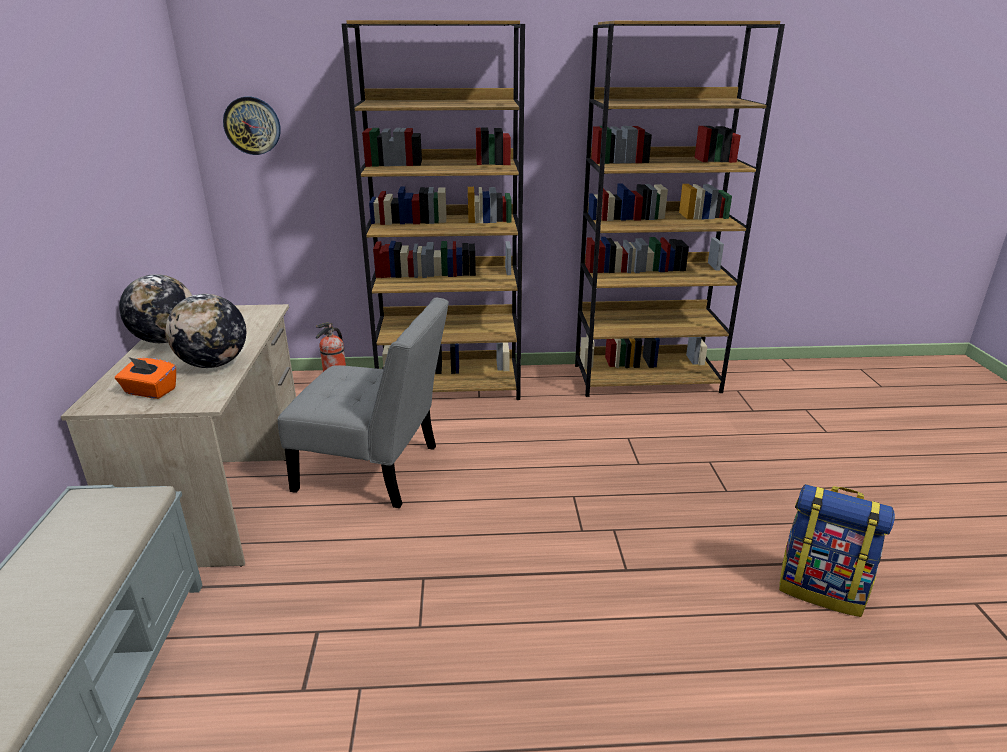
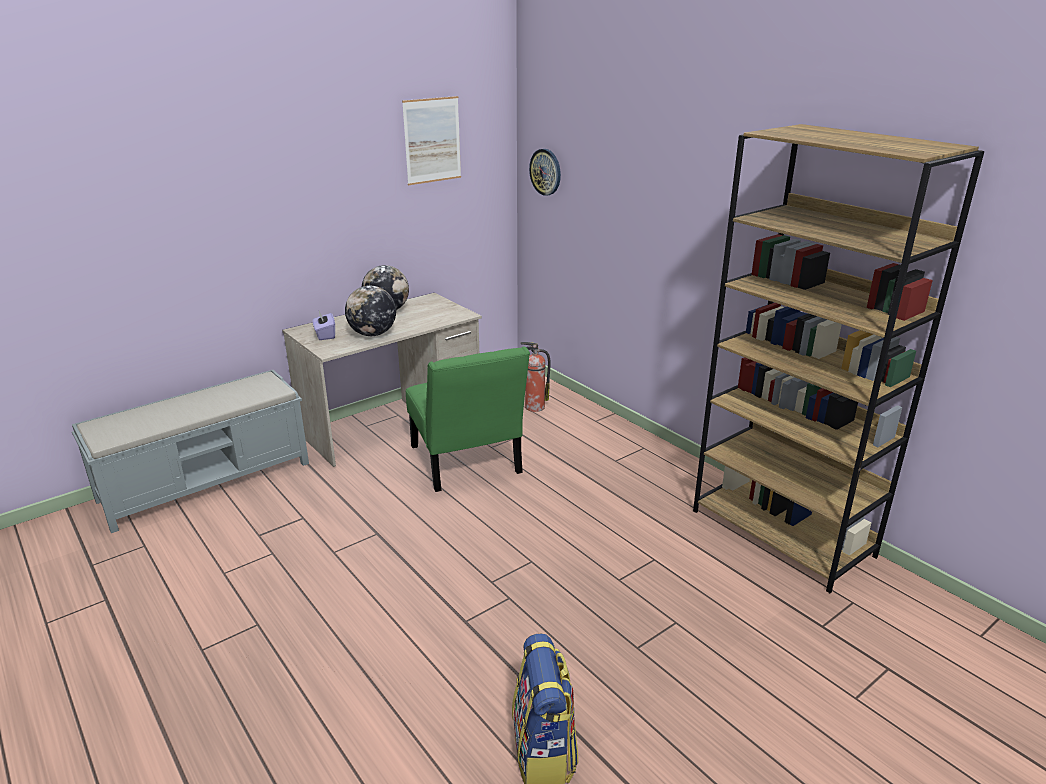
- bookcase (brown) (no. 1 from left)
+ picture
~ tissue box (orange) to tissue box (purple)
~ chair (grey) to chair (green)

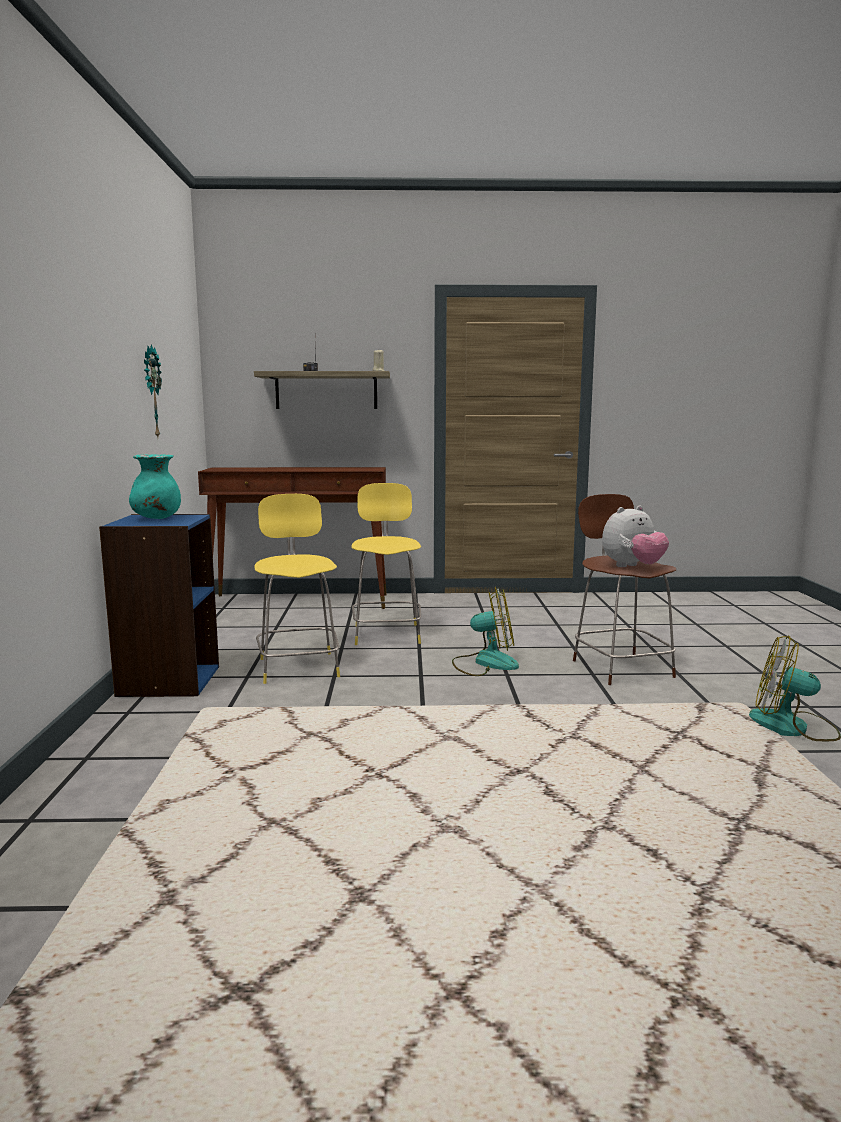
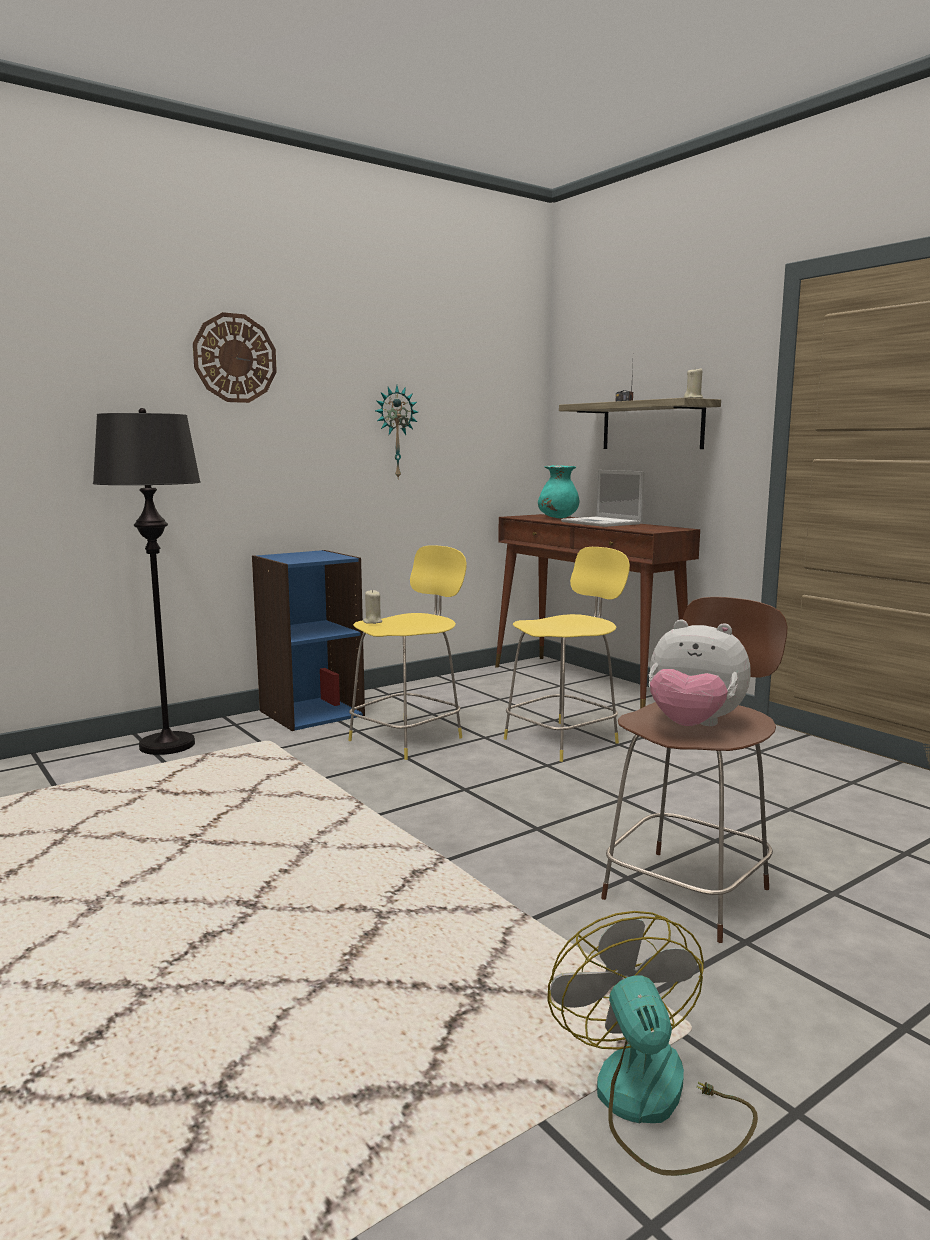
- fan (no. 1 from left)
+ floor lamp (black)
+ wall clock (no. 1 from left)
+ candle (beige) (no. 1 from left)
+ laptop
~ vase (turquoise)

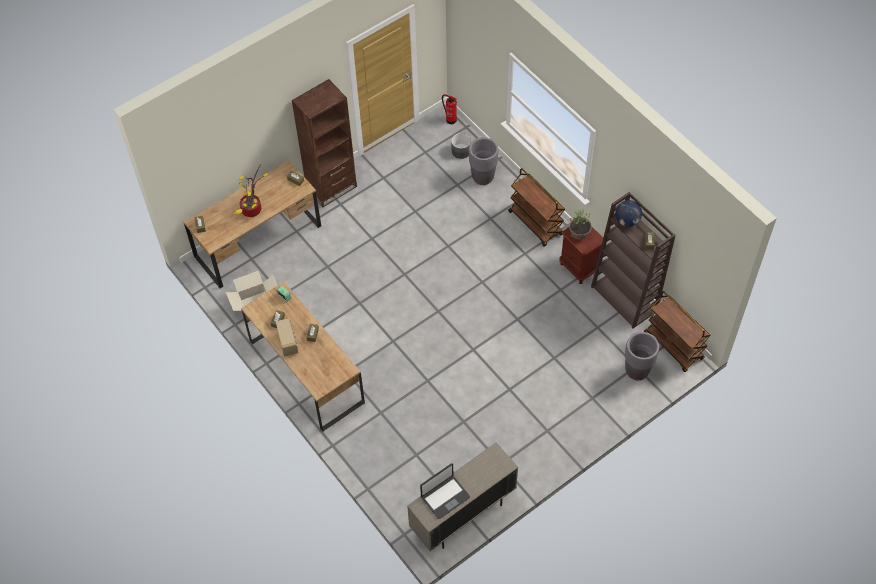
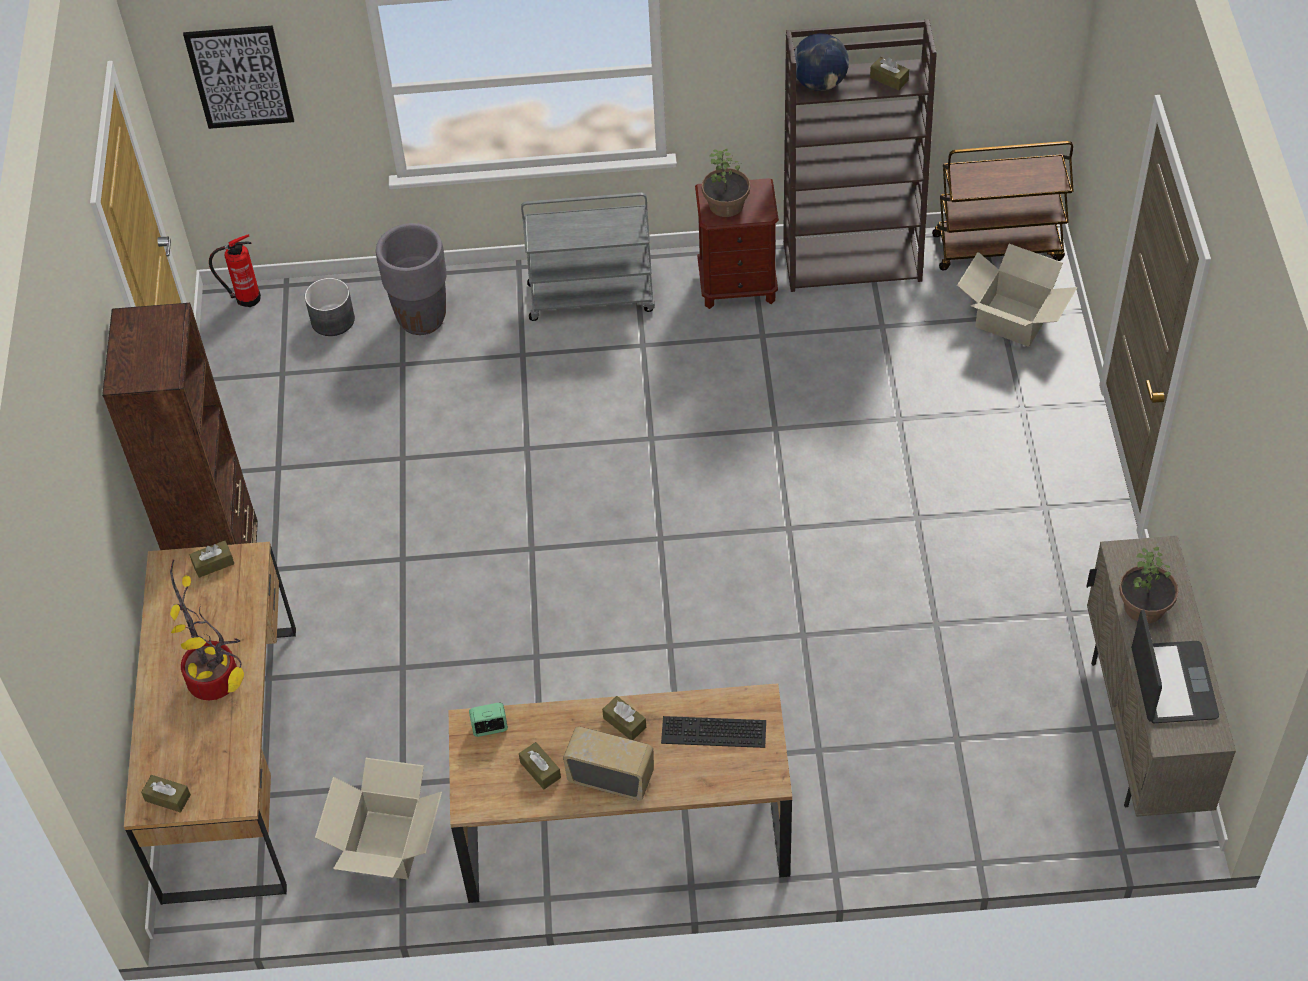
+ picture
+ keyboard
+ potted plant (no. 3 from left)
~ planter (grey) (no. 3 from left) to cardboard box (no. 2 from left)
~ cart (brown) (no. 1 from left) to cart (grey)

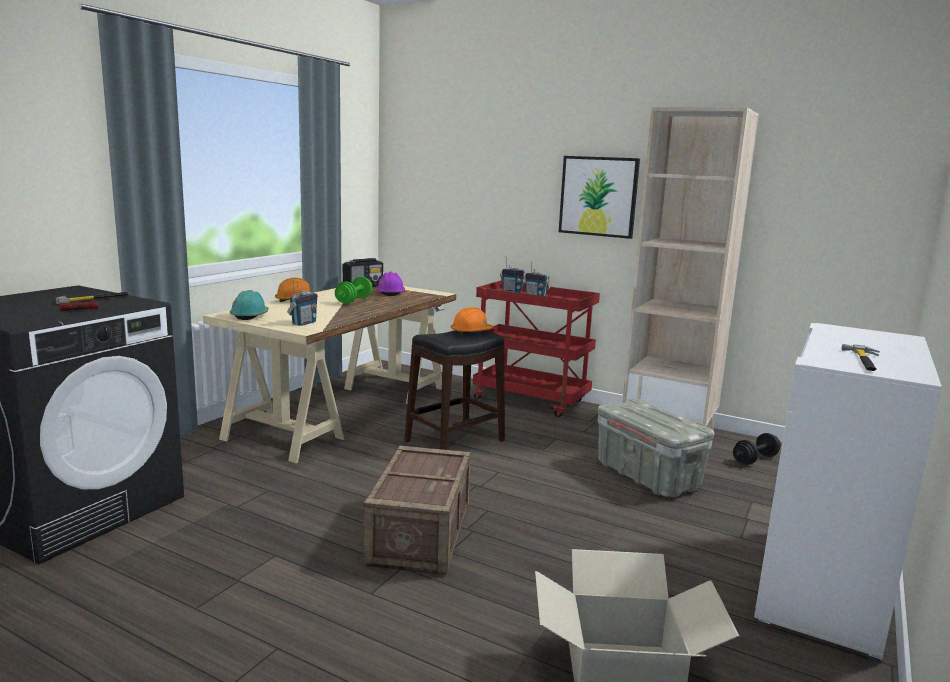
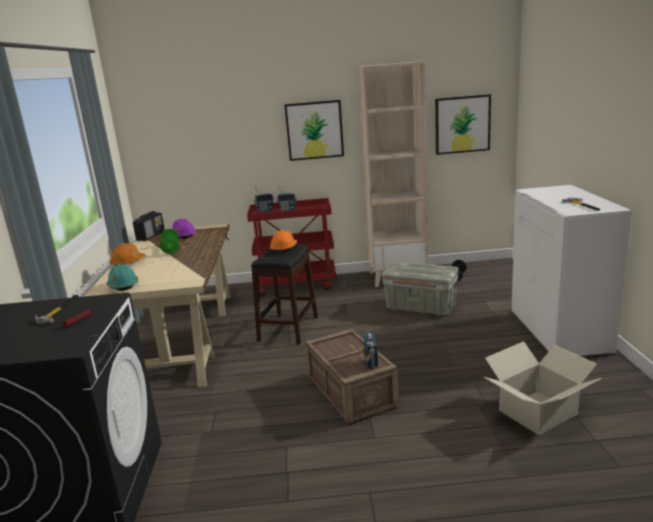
+ picture (no. 2 from left)
~ radio (no. 1 from left in the first image) to radio (no. 4 from left)

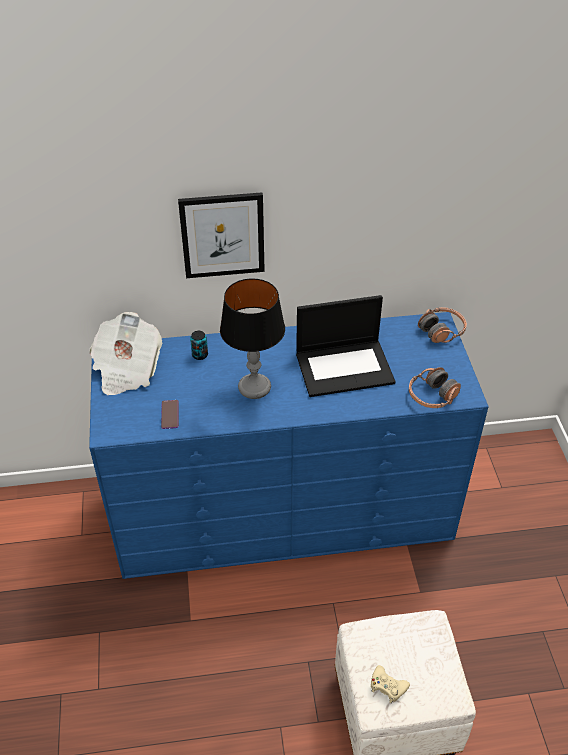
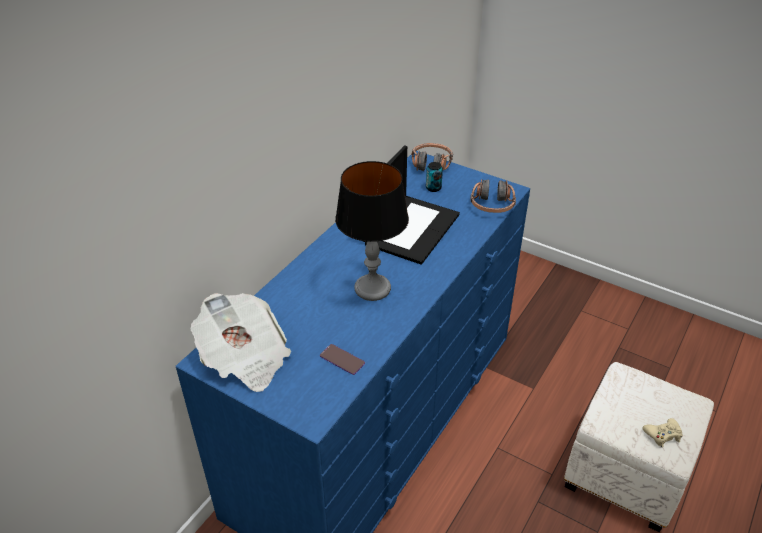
- picture
~ can

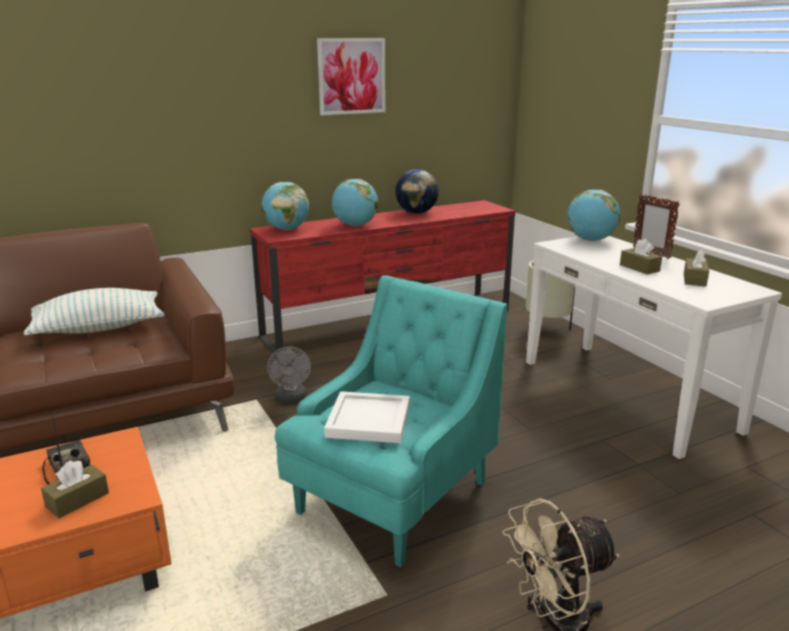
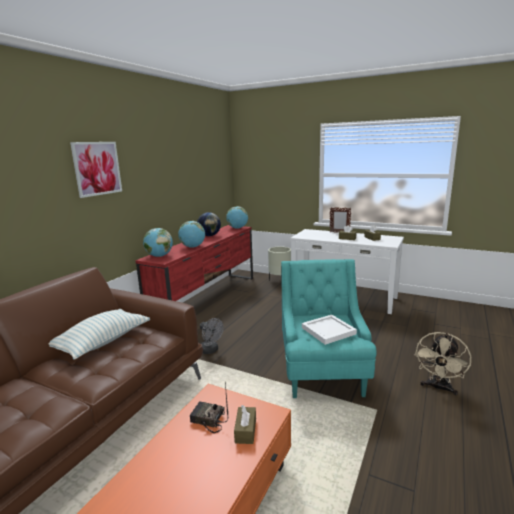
~ picture
~ globe (no. 4 from left)

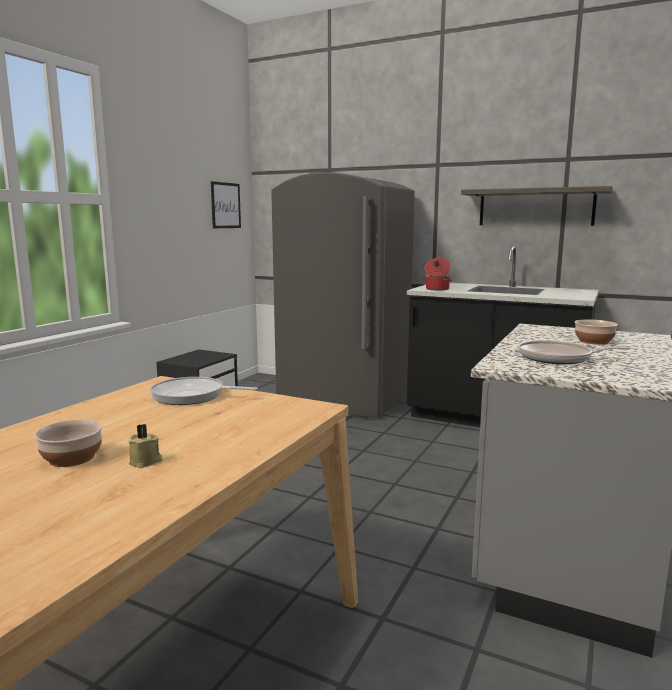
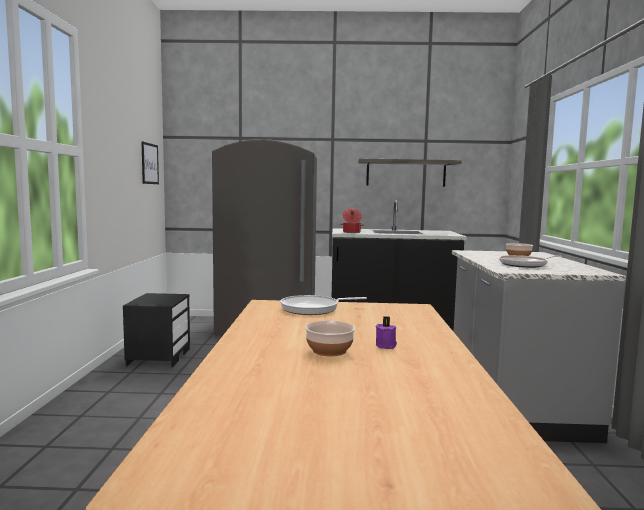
~ candle (beige) to candle (purple)

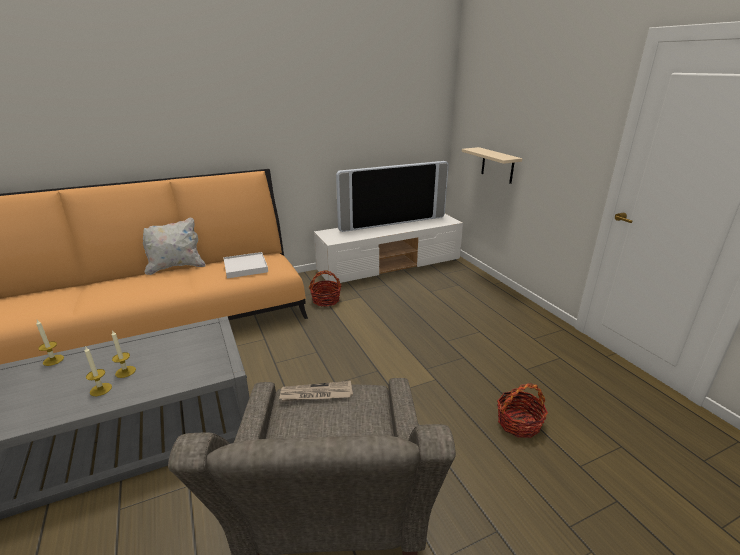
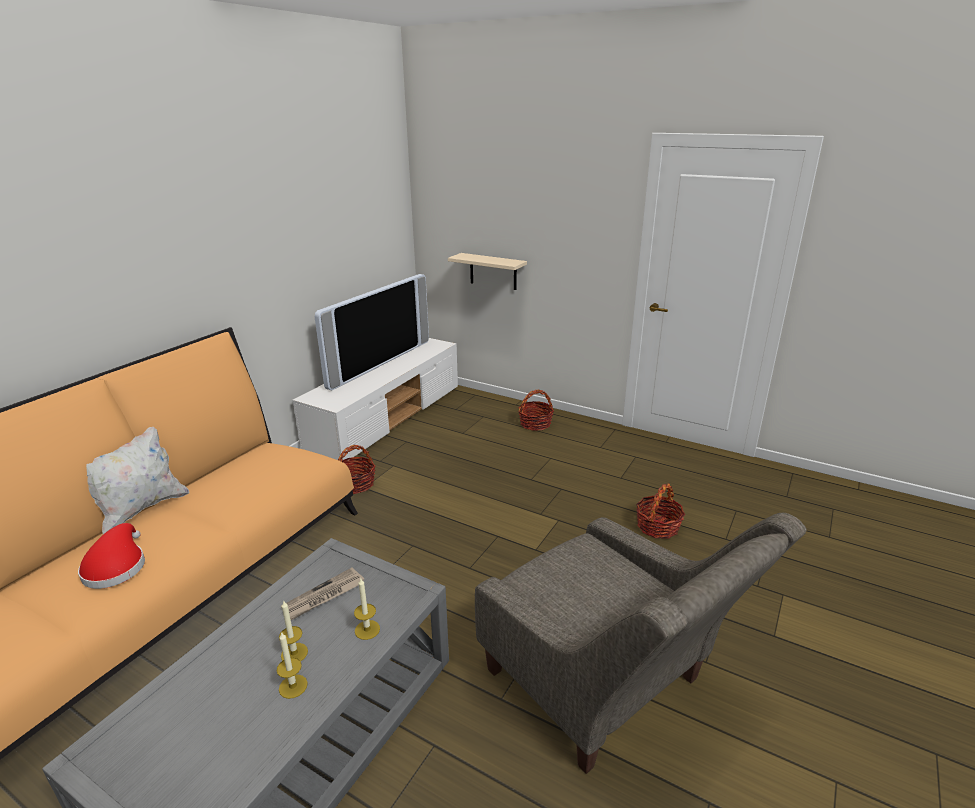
- tray (white)
+ hat (red)
+ basket (no. 2 from left)
~ candle (no. 1 from left in the first image) to candle (no. 3 from left)
~ newspaper

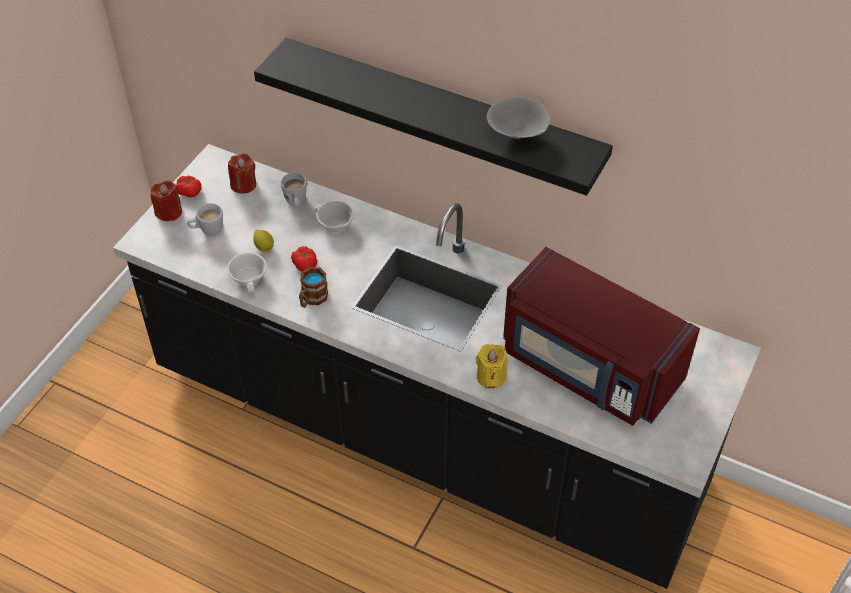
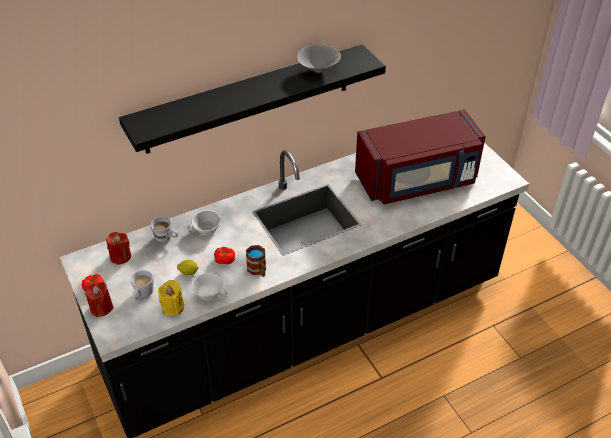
~ candle (yellow)

